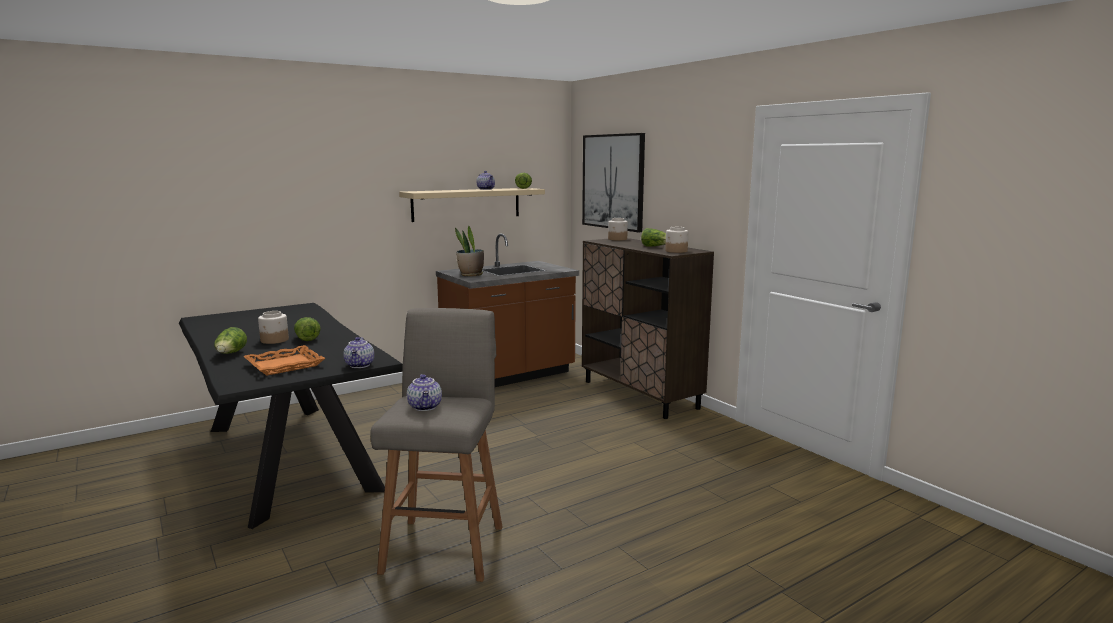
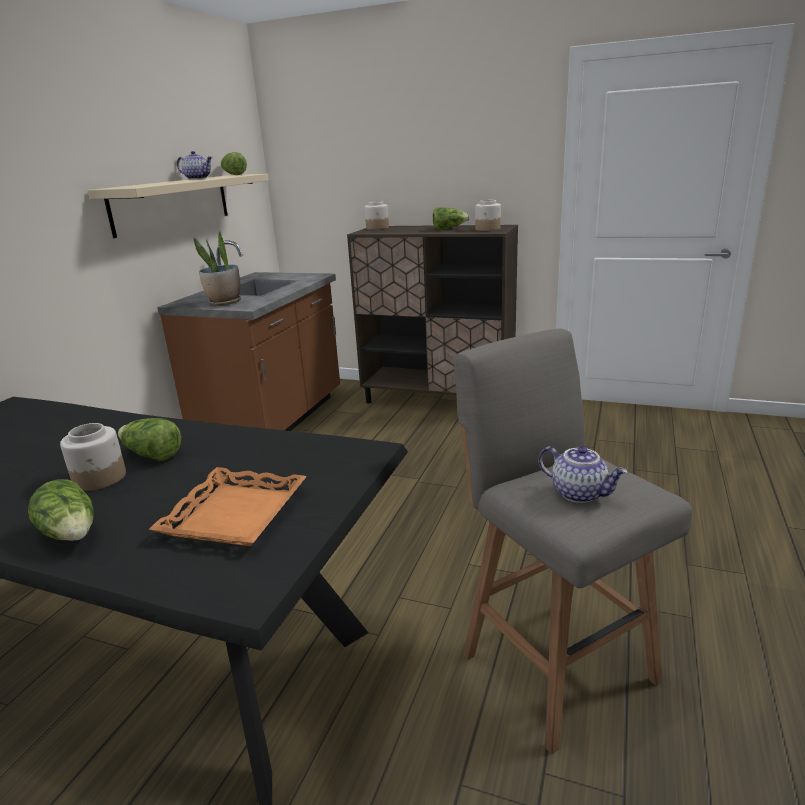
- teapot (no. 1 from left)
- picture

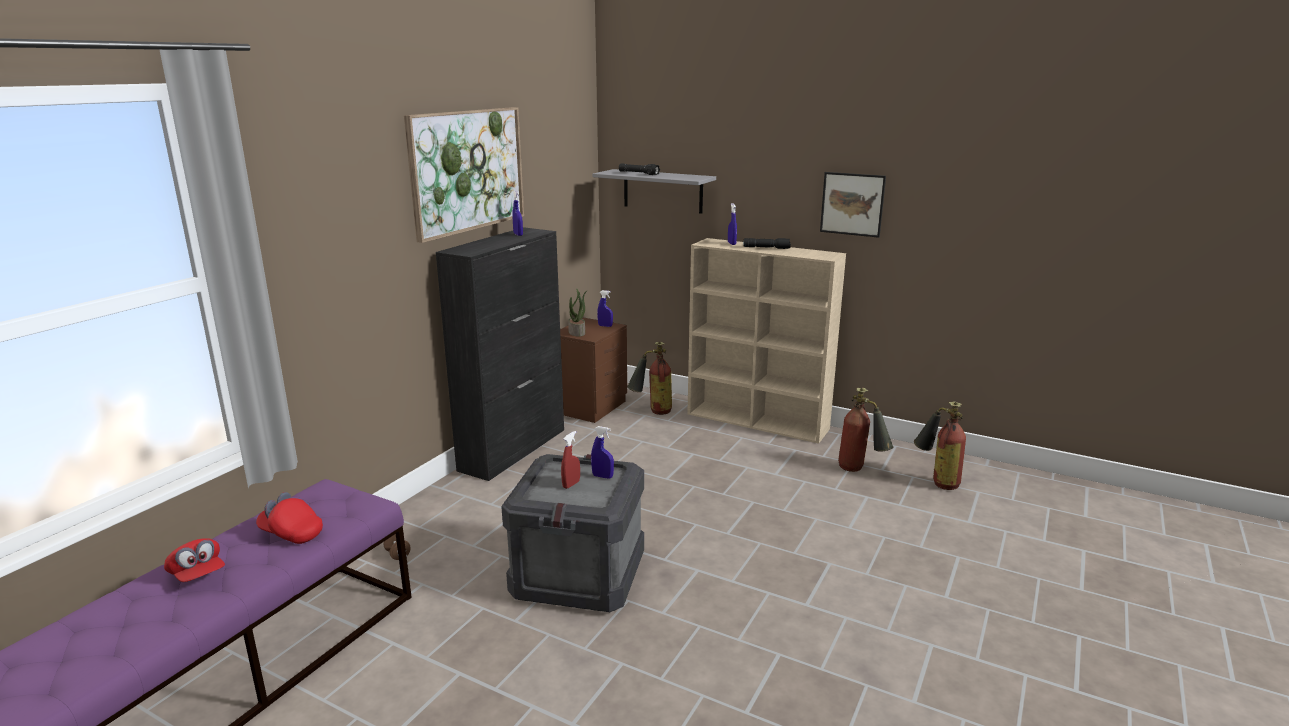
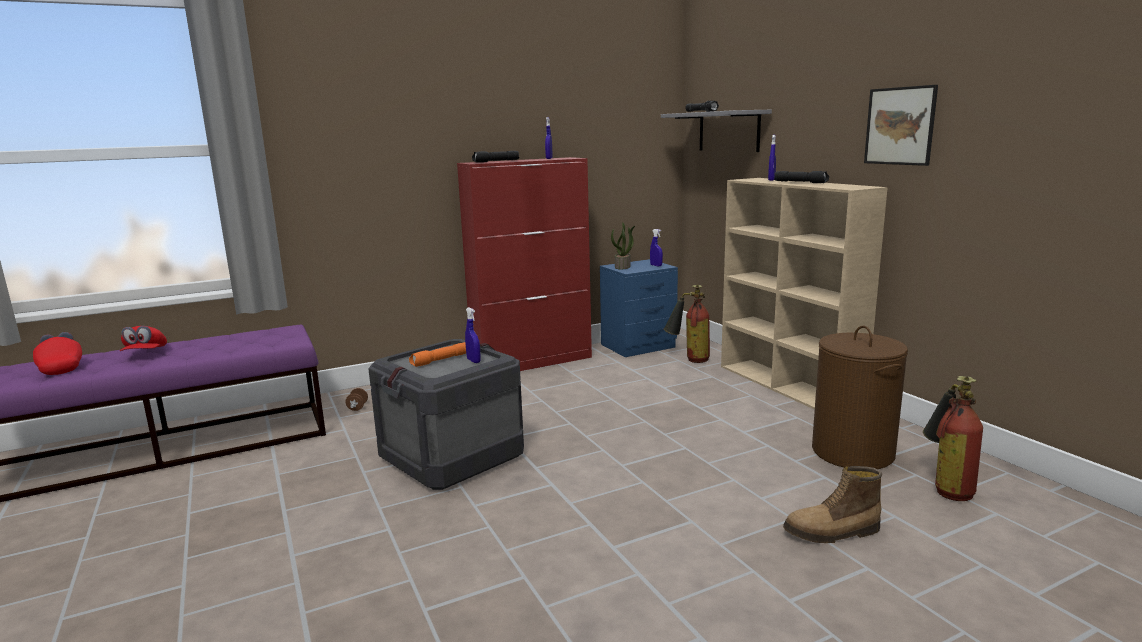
- picture (no. 1 from left)
+ flashlight (black) (no. 1 from left)
+ boot
~ cap (red) (no. 2 from left in the first image) to cap (red) (no. 1 from left)
~ spray bottle (red) to flashlight (orange)
~ fire extinguisher (no. 2 from left) to laundry basket (brown)
~ cabinet (black) to cabinet (red)
~ nightstand (brown) to nightstand (blue)

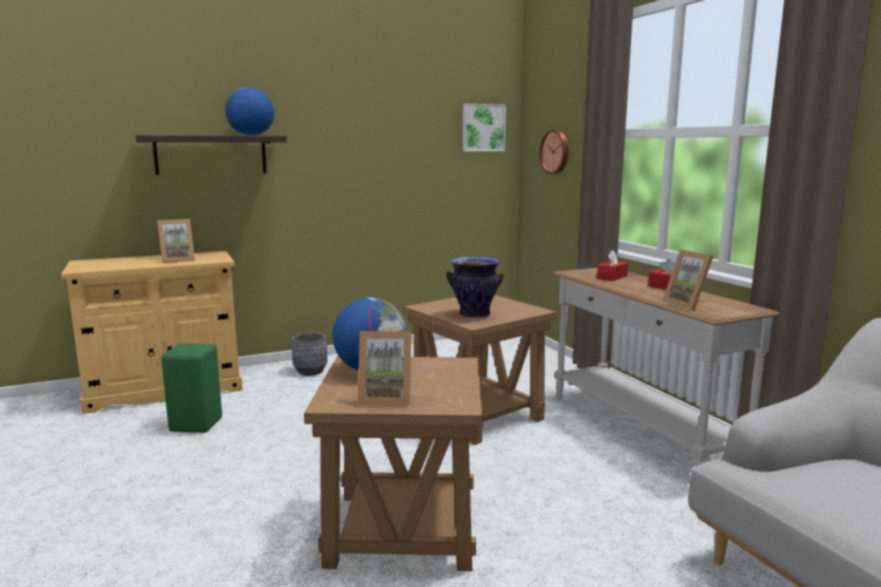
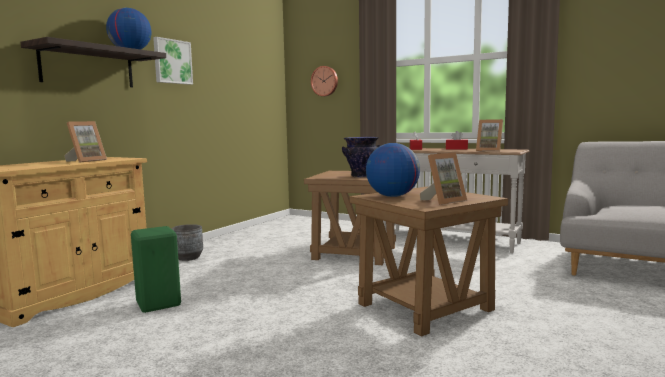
~ picture

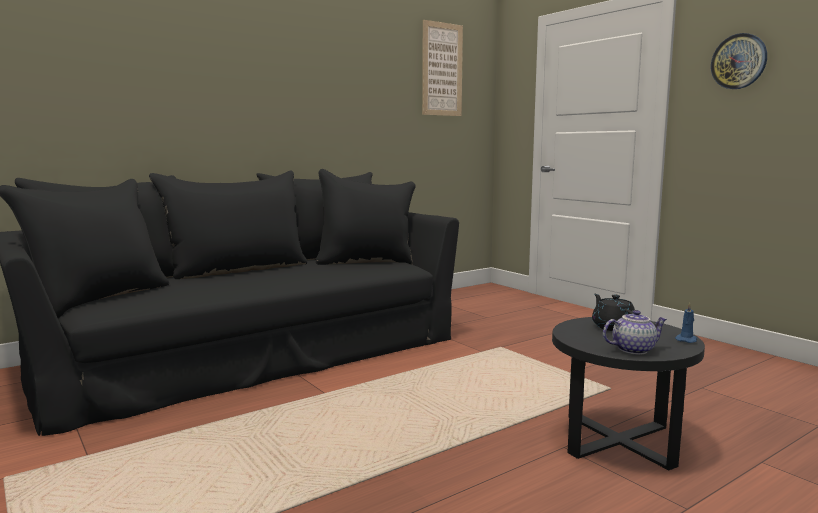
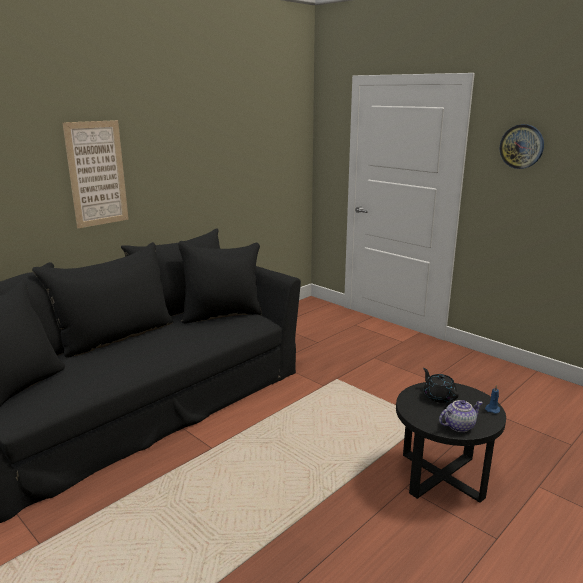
~ picture

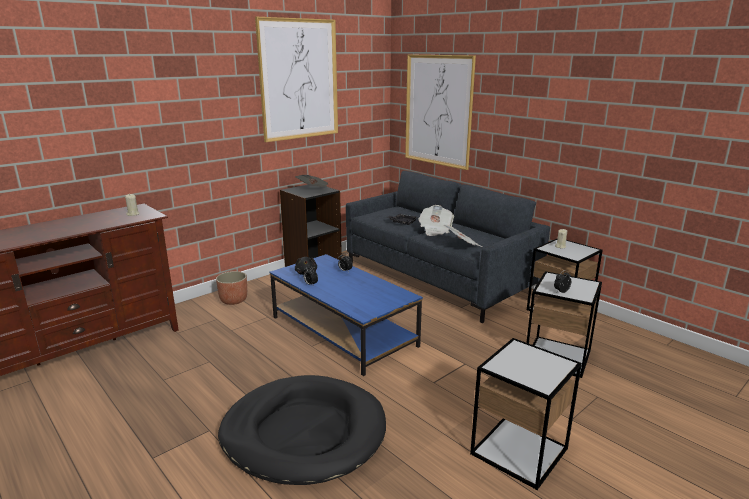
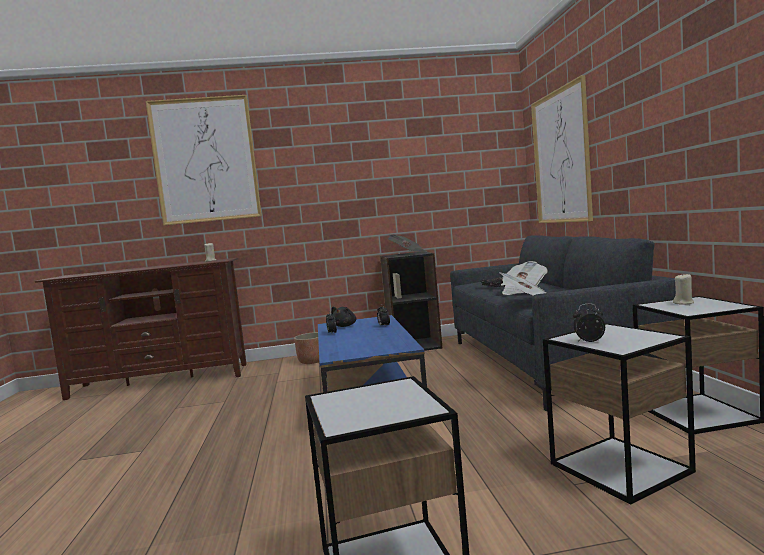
- dog bed (black)
~ picture (no. 1 from left)

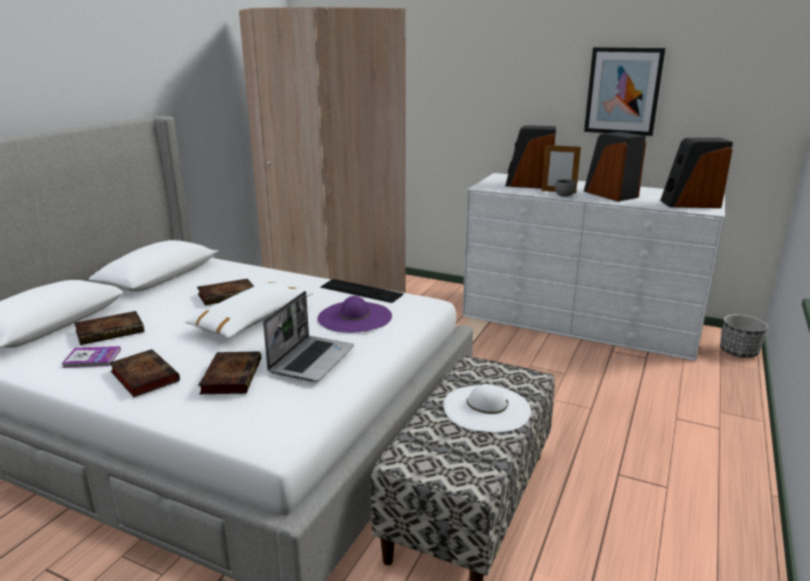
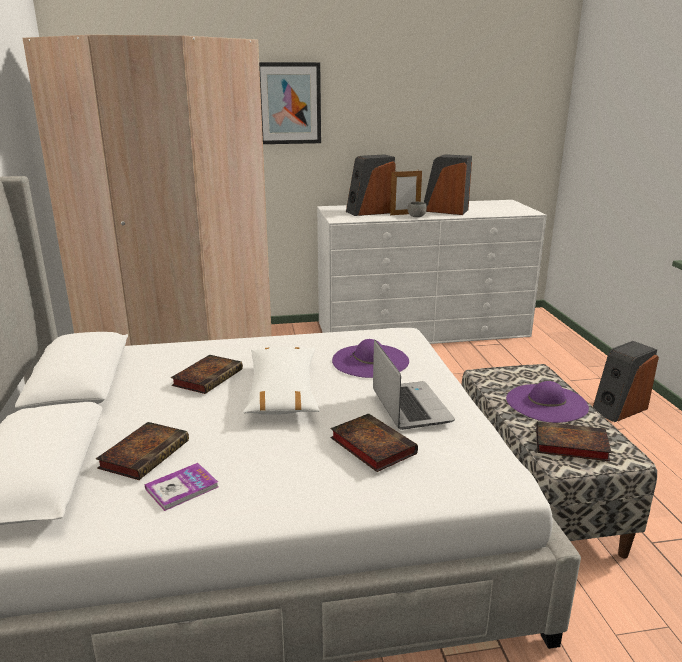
- keyboard
- planter
~ book (no. 3 from left in the first image) to book (no. 5 from left)
~ picture
~ speaker (no. 3 from left)
~ hat (white) to hat (purple) (no. 2 from left)

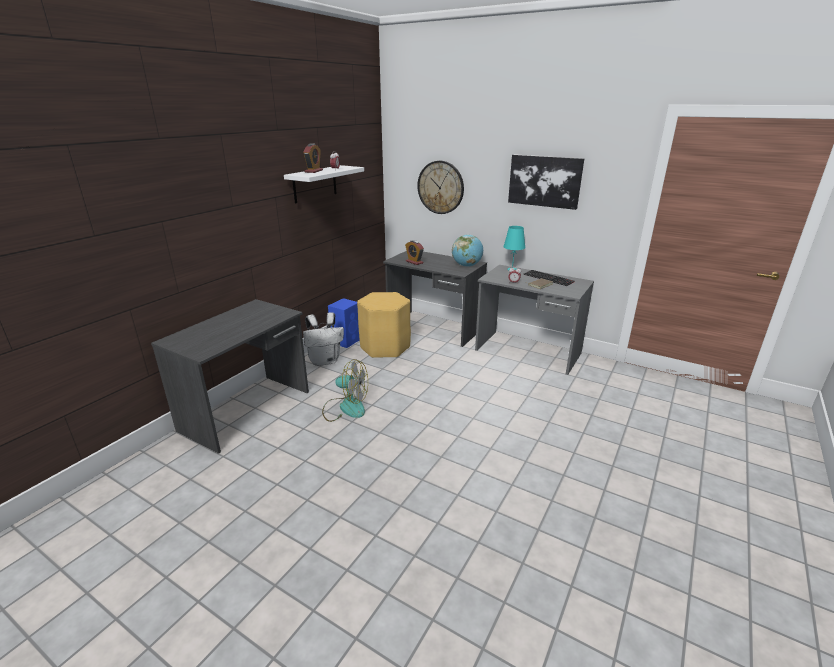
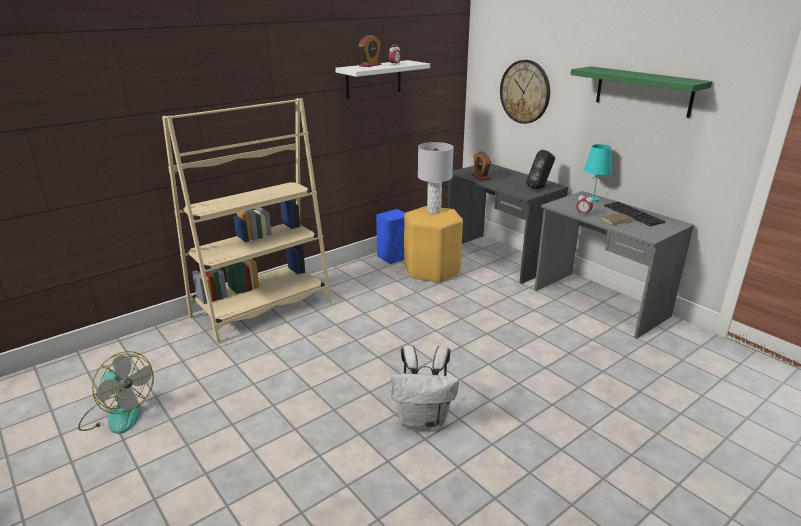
+ table lamp (grey)
~ backpack (white)
~ fan
~ desk (grey) (no. 1 from left) to bookcase (beige)
~ globe to speaker (black)
~ picture to shelf (green)

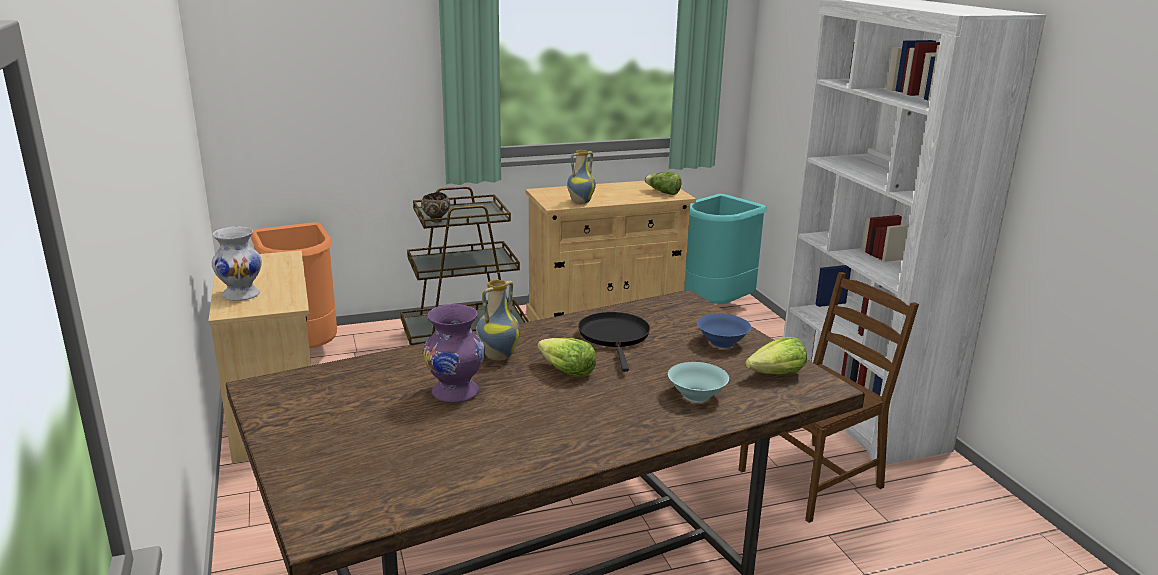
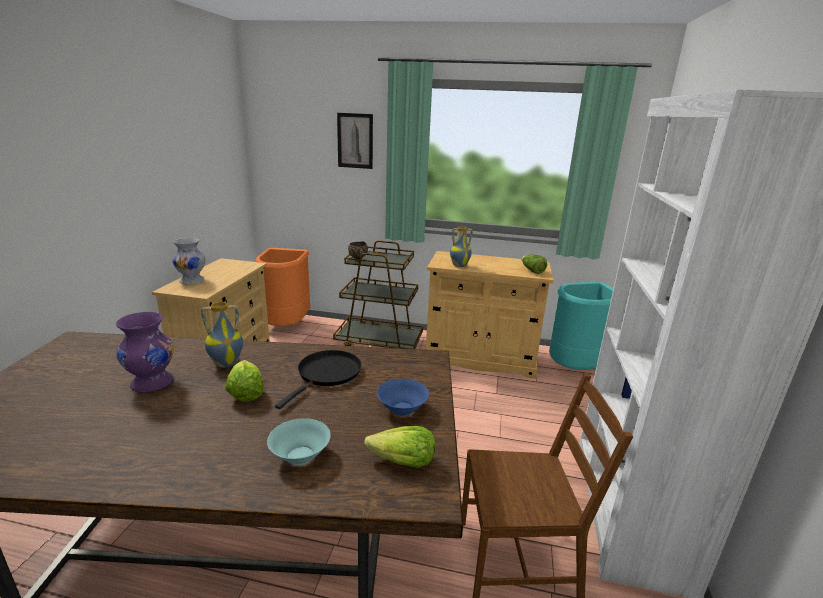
+ picture

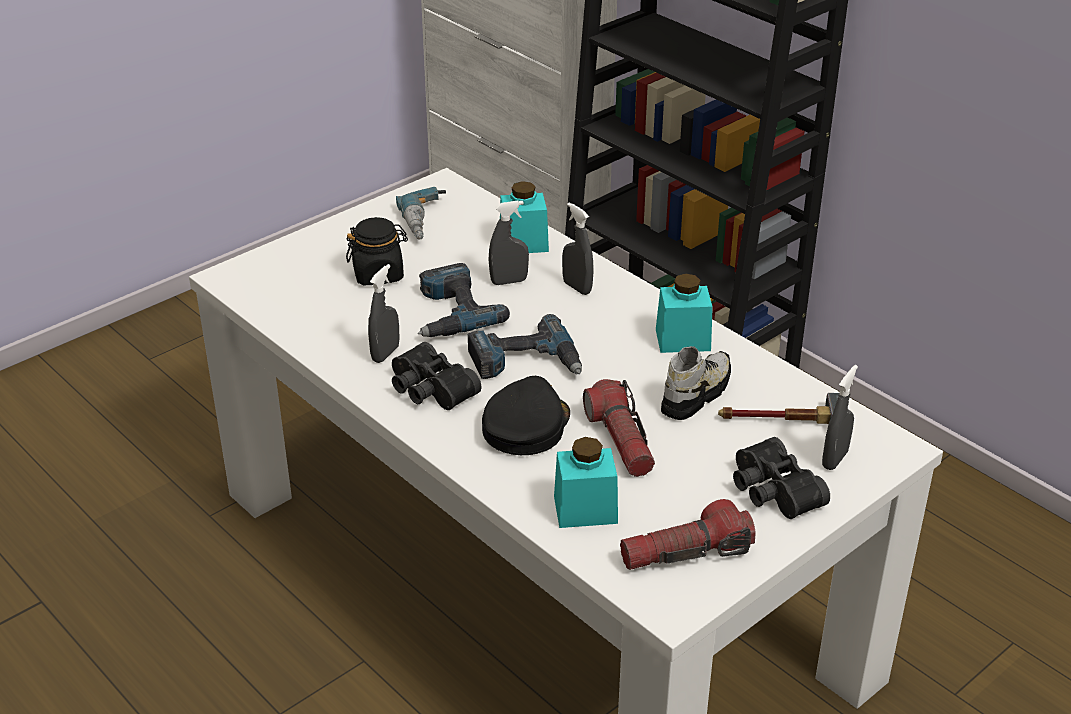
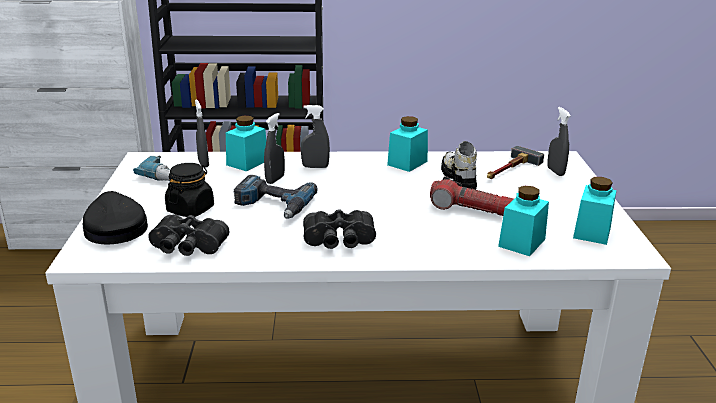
- power drill (no. 3 from left)
~ spray bottle (grey) (no. 1 from left)
~ cap (black)
~ binoculars (black) (no. 2 from left in the first image) to binoculars (black) (no. 1 from left)
~ flashlight (no. 2 from left) to jar (turquoise) (no. 4 from left)

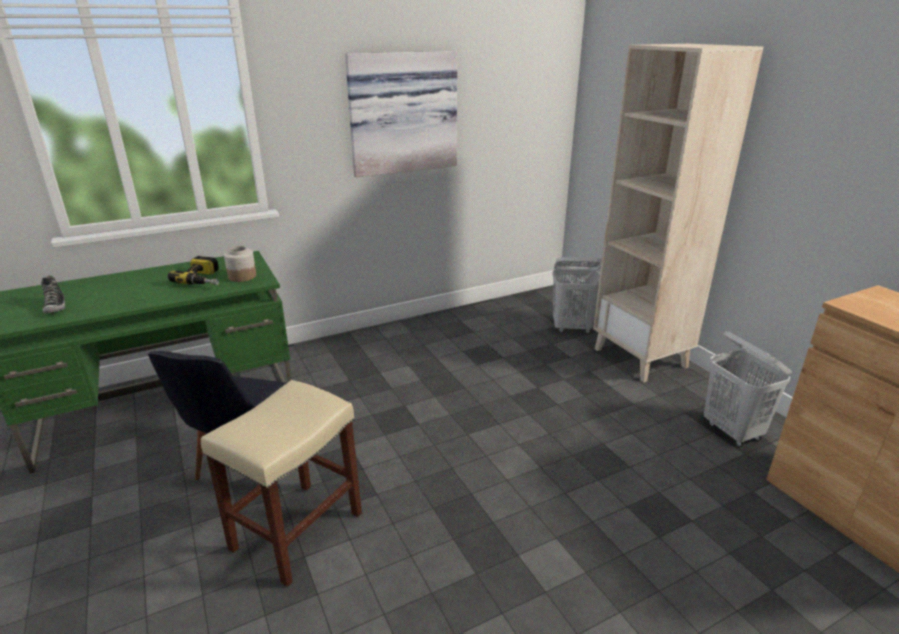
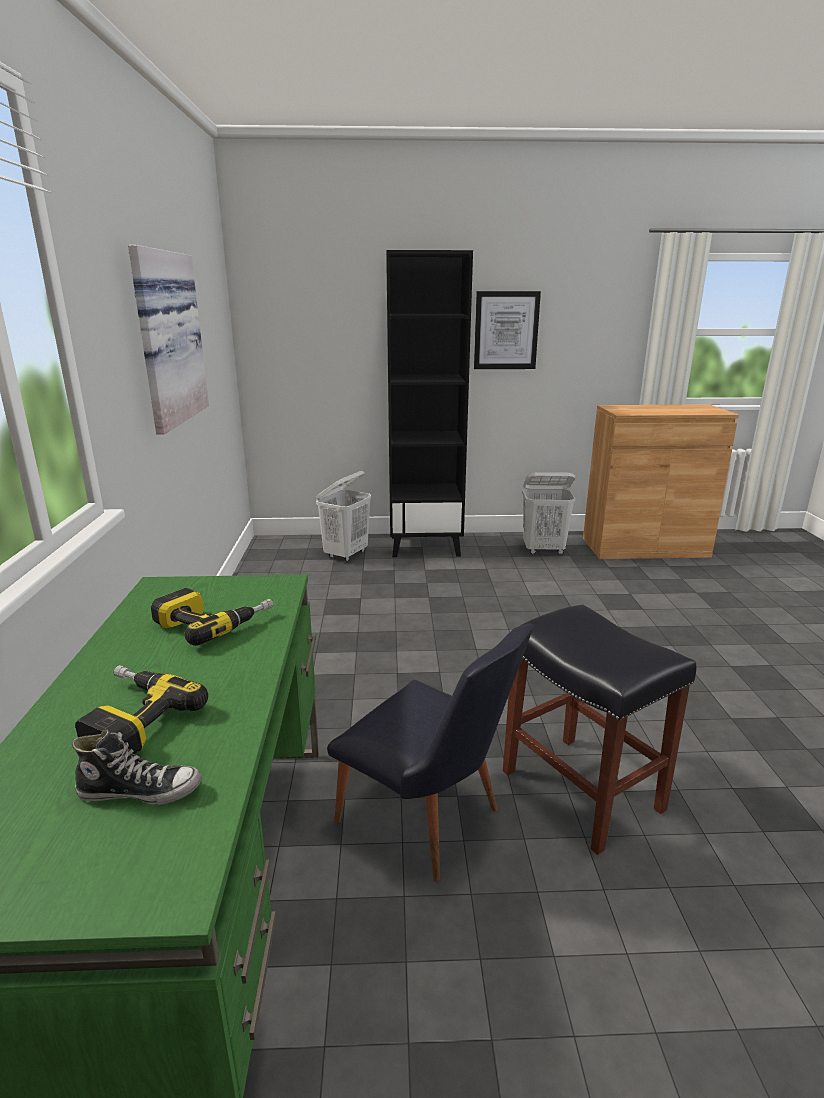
- jar
+ power drill (no. 1 from left)
+ picture (no. 2 from left)
~ stool (beige) to stool (black)
~ bookcase (beige) to bookcase (black)

